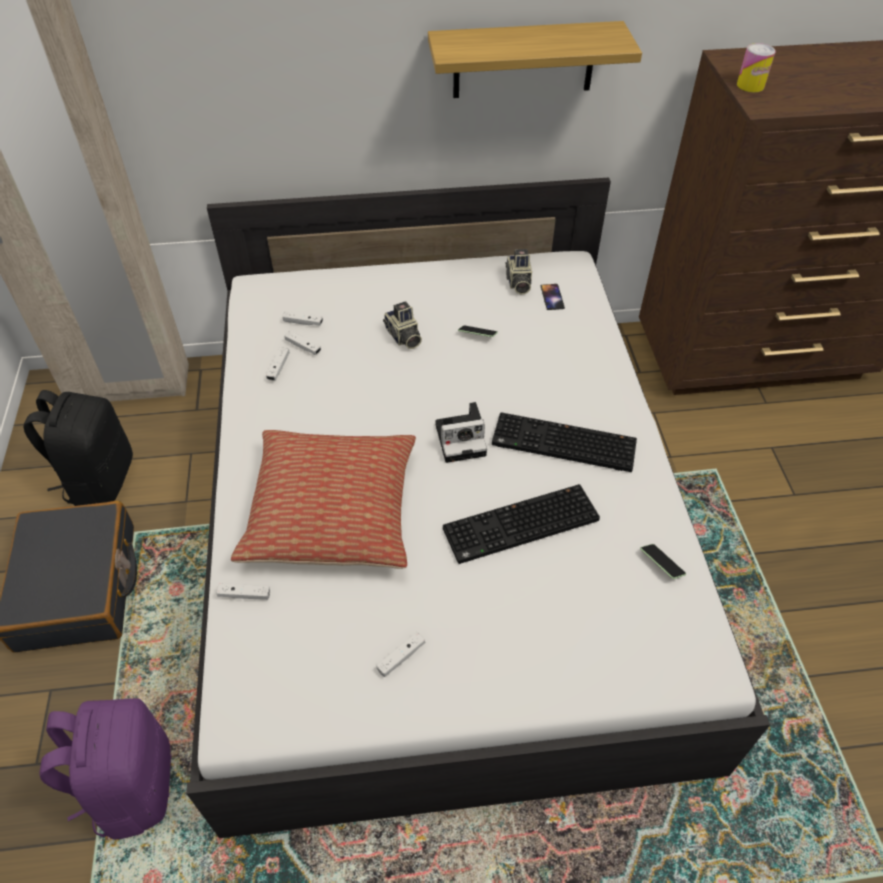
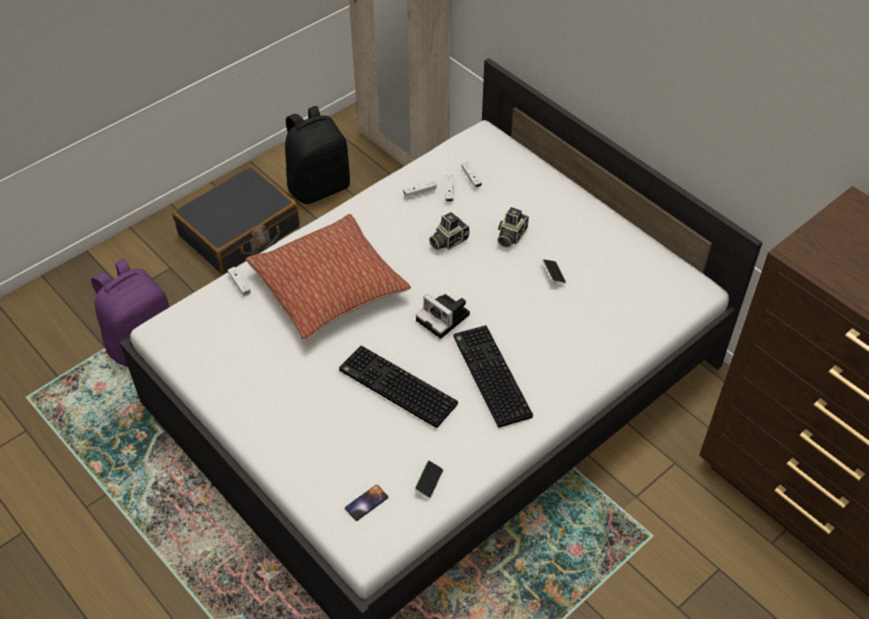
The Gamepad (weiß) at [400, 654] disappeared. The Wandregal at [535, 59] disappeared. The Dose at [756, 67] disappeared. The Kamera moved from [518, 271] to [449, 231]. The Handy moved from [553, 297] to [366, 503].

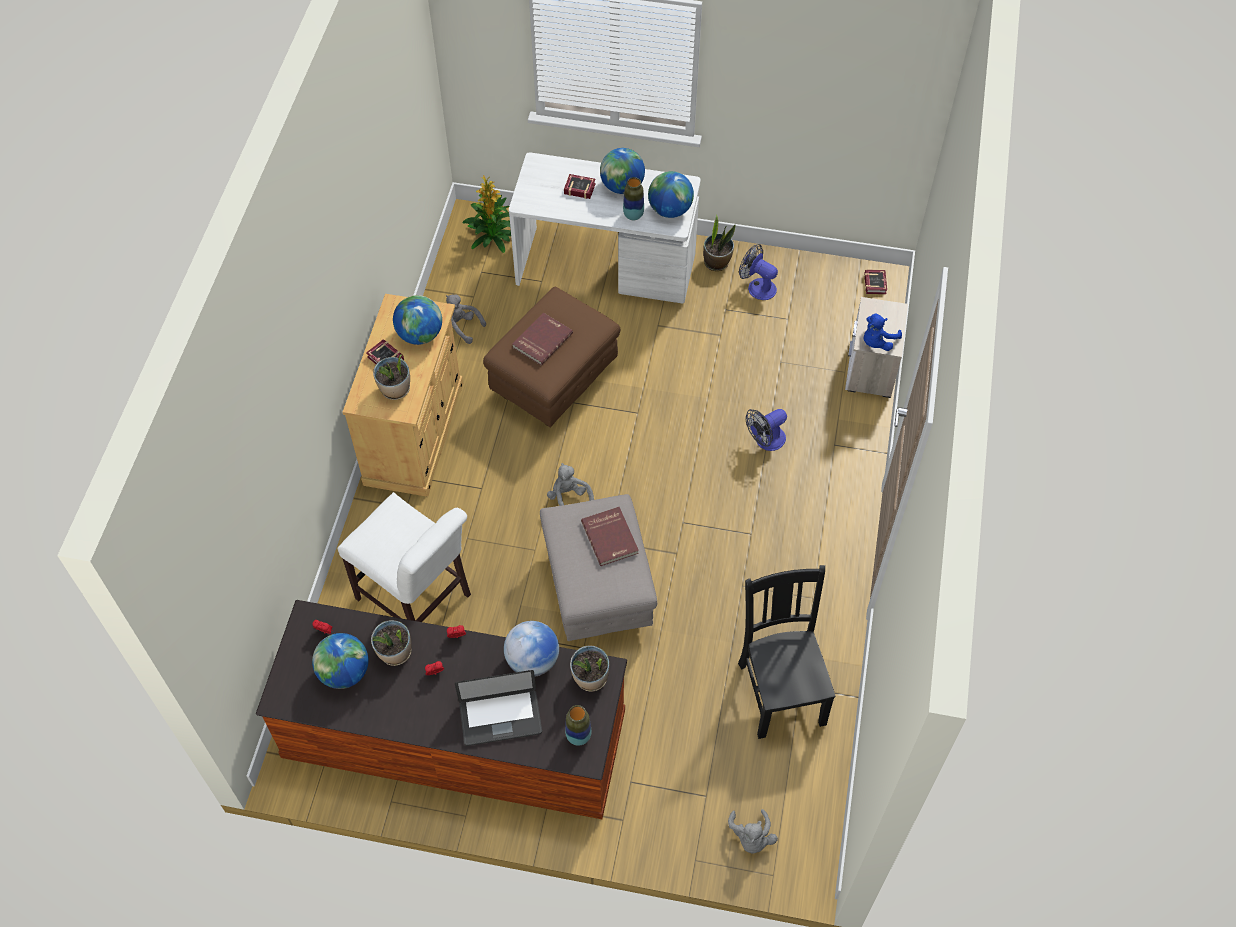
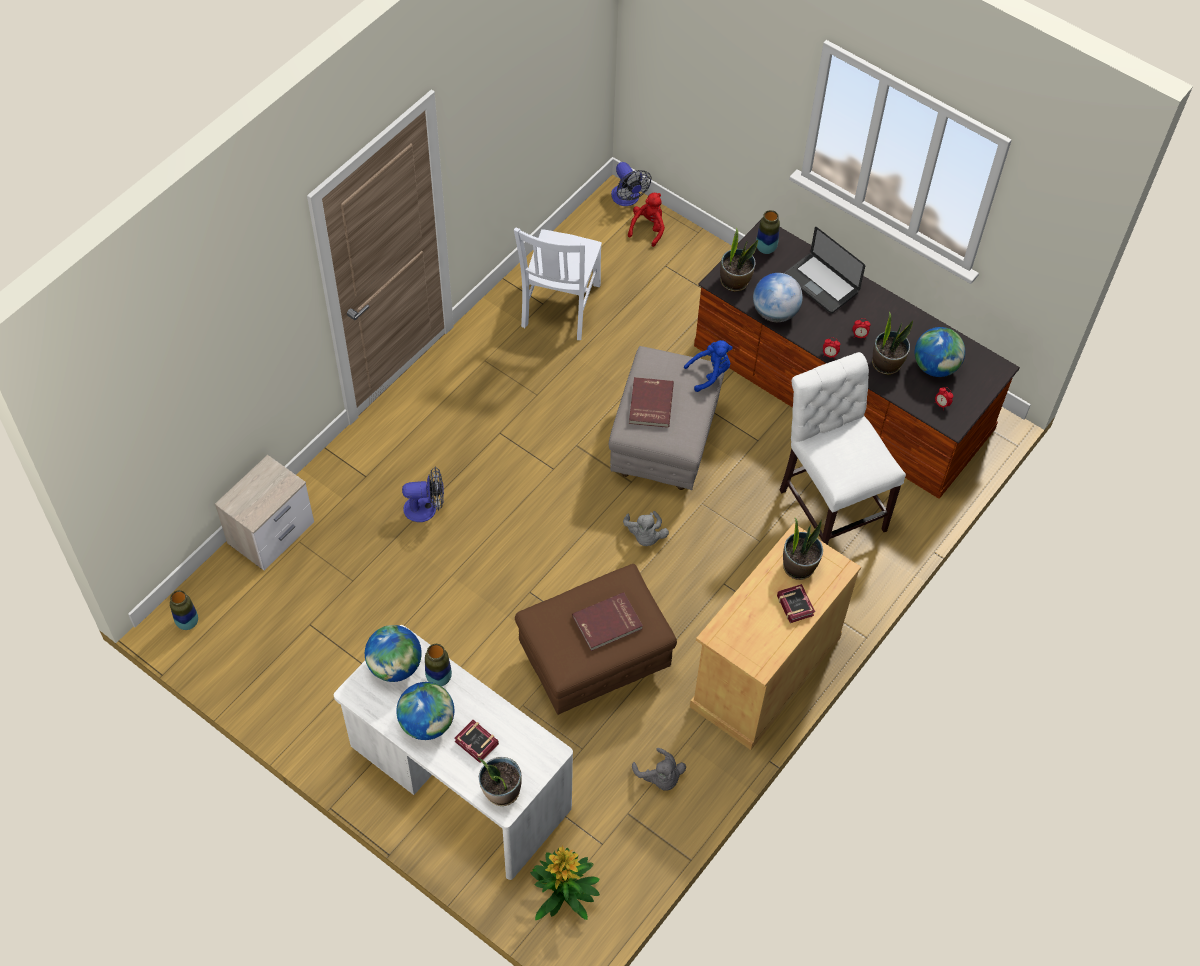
The Globus at [417, 320] disappeared. The Topfpflanze moved from [719, 243] to [500, 781]. The Ventilator moved from [758, 272] to [631, 184]. The Plüschtier (blau) moved from [883, 332] to [708, 366]. The Buch at [875, 282] was replaced by the Vase at [184, 610]. The Plüschtier (grau) at [753, 831] became the Plüschtier (rot) at [646, 220]. The Stuhl (schwarz) at [786, 652] became the Stuhl (weiß) at [558, 283]. The Laptop at [498, 708] turned 150 degrees counterclockwise.

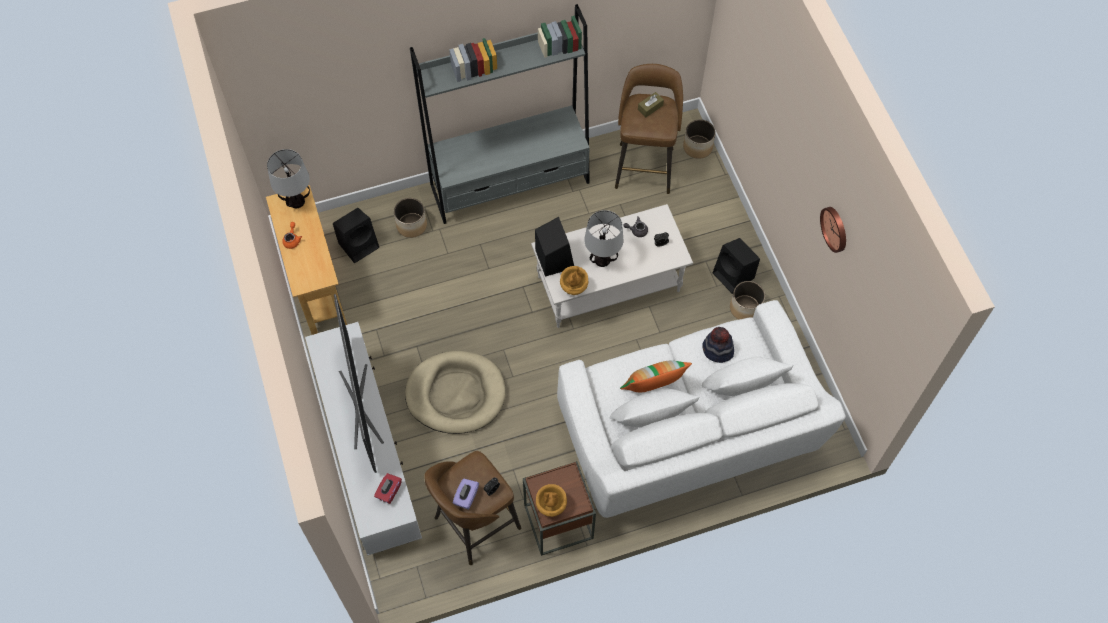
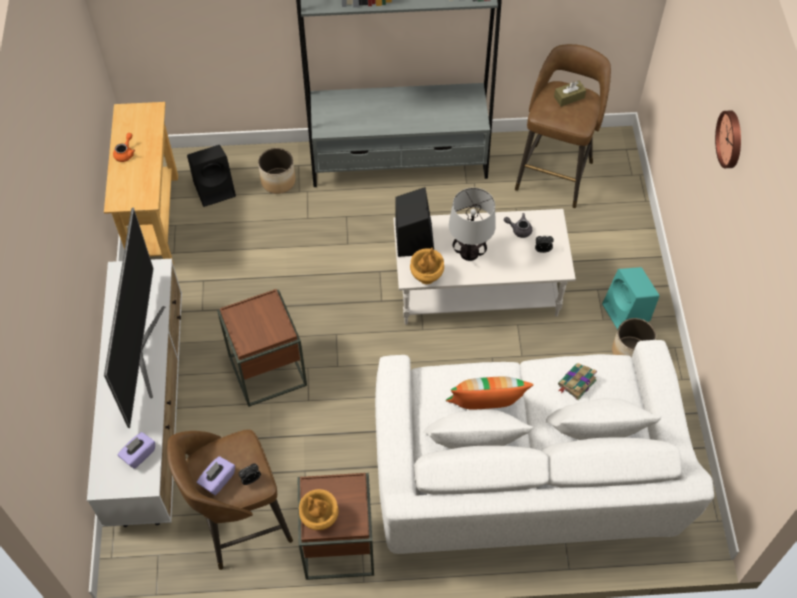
The Tischlampe at [288, 178] disappeared. The Pflanzkübel at [699, 139] disappeared. The Wanduhr moved from [833, 230] to [728, 139]. The Hundebett (beige) at [455, 392] was replaced by the Beistelltisch (braun) at [262, 348]. The Hut at [718, 345] was replaced by the Buch at [577, 381]. The Taschentuchbox (rot) at [388, 488] became the Taschentuchbox (lila) at [136, 450]. The Lautsprecher (schwarz) at [736, 266] became the Lautsprecher (türkis) at [630, 298].

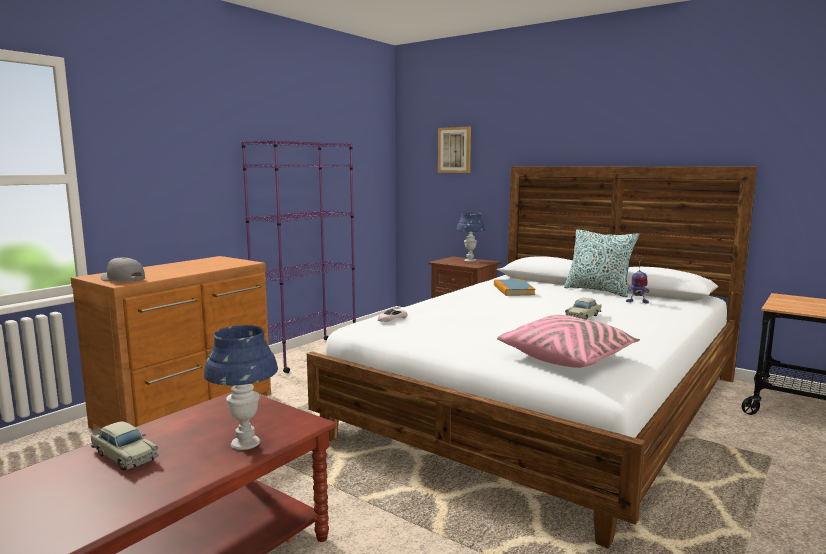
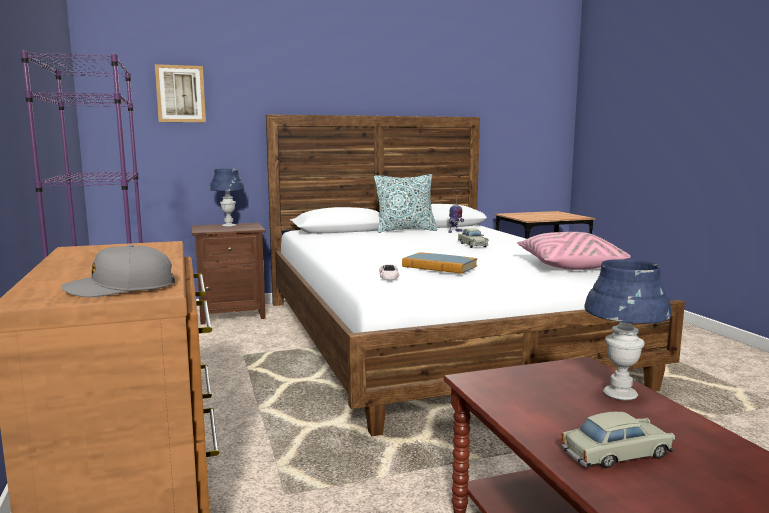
The Buch moved from [515, 287] to [439, 263].

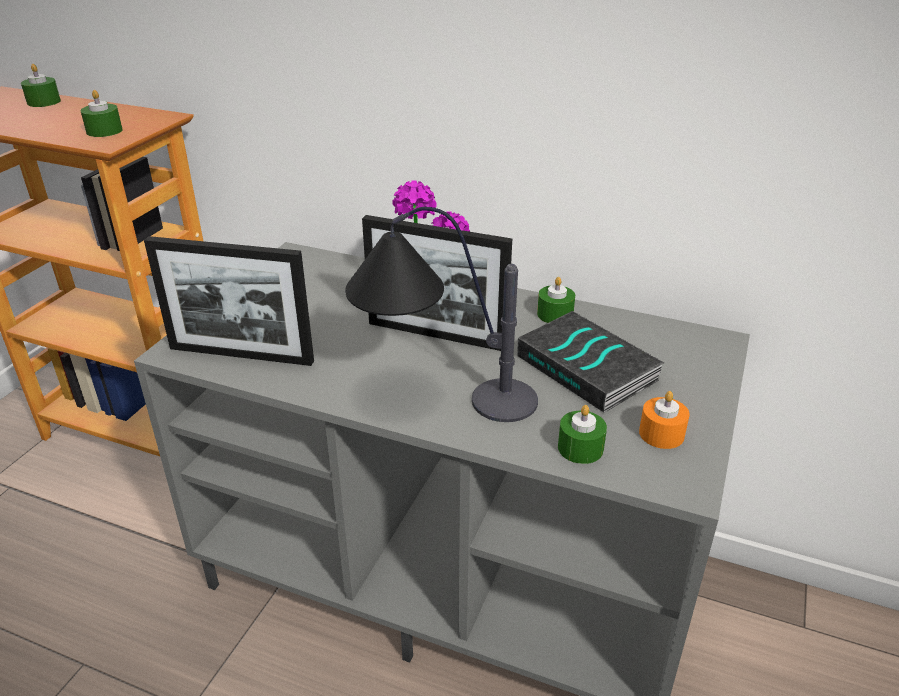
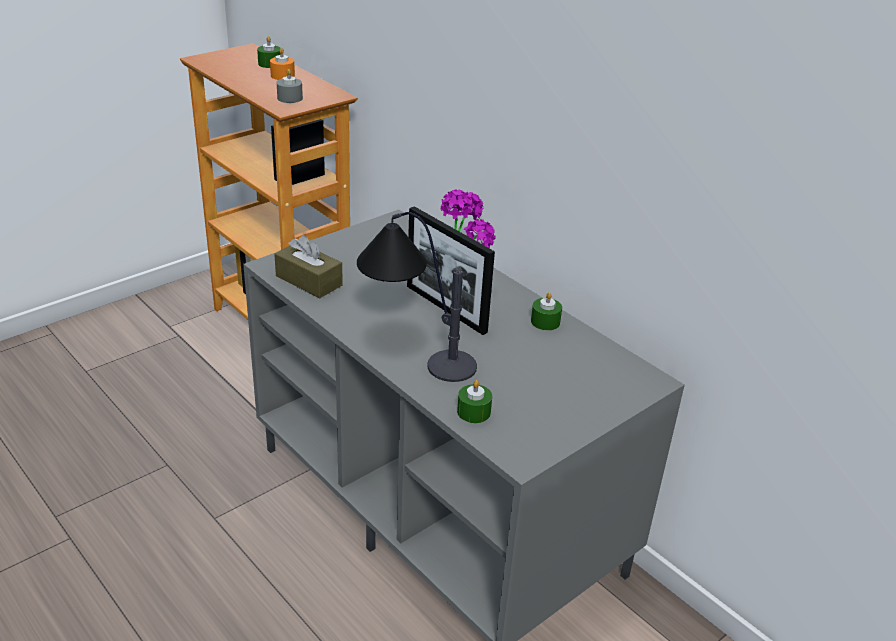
The Buch at [590, 362] disappeared. The Kerze (orange) moved from [664, 420] to [282, 64]. The Bilderrahmen at [229, 301] was replaced by the Taschentuchbox (braun) at [308, 266]. The Kerze (grün) at [101, 113] became the Kerze (grau) at [290, 86].

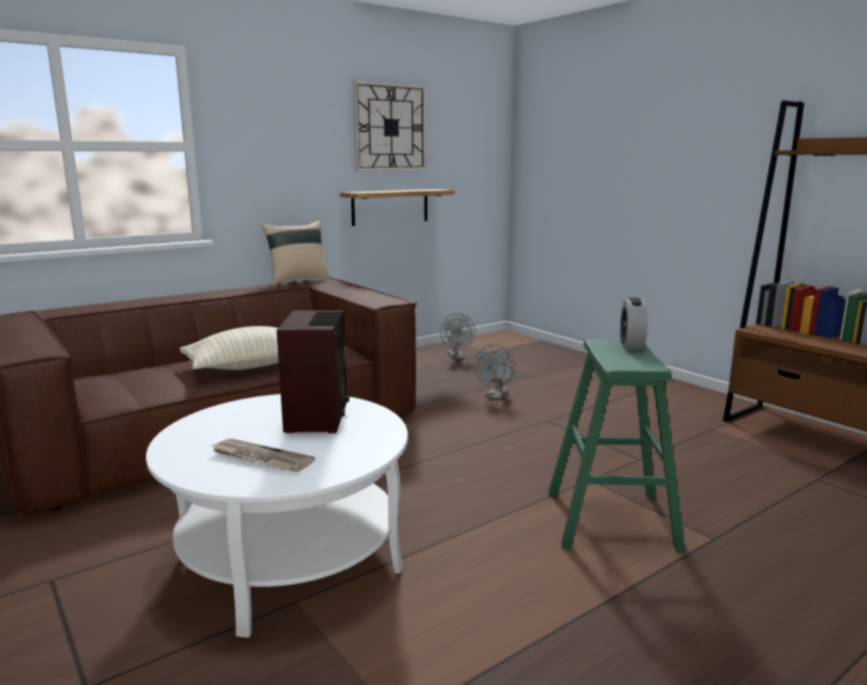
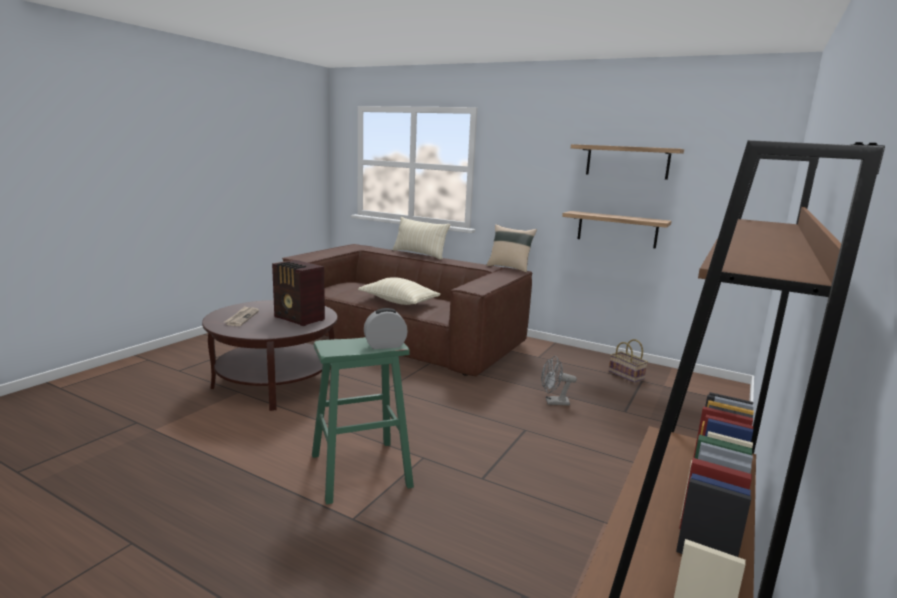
The Kissen (beige) at [421, 238] appeared. The Wanduhr at [389, 125] was replaced by the Wandregal at [627, 162]. The Ventilator (grau) at [458, 336] was replaced by the Korb at [628, 360]. The Couchtisch (weiß) at [277, 516] became the Couchtisch (braun) at [270, 355]. The Radio at [313, 371] turned 60 degrees clockwise.

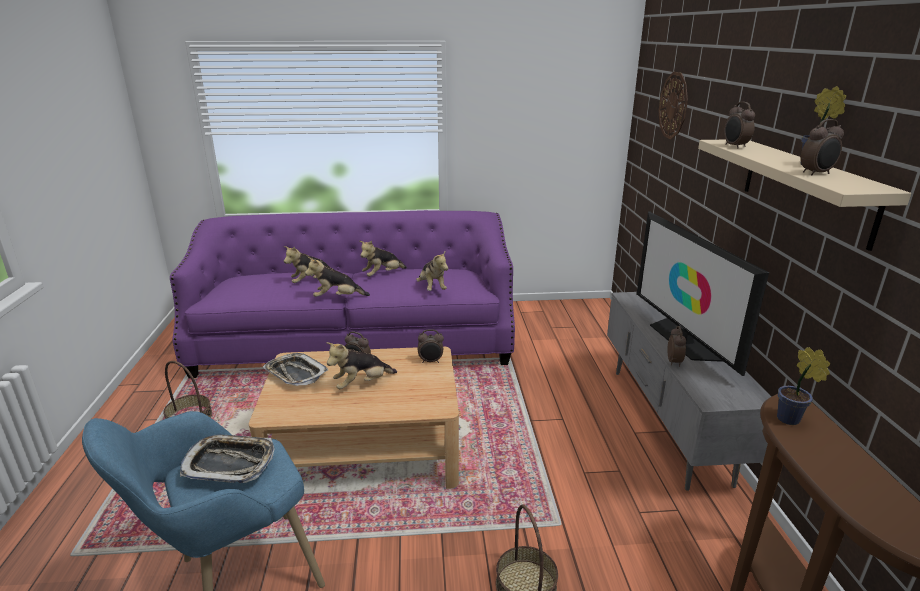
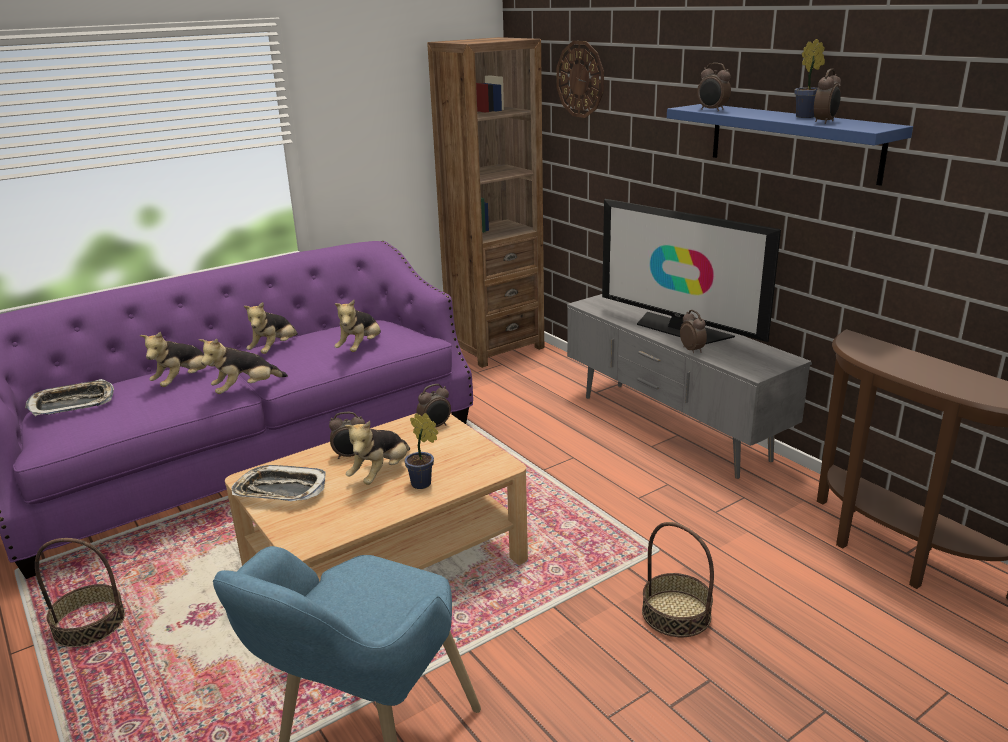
The Bücherregal (braun) at [485, 202] appeared. The Tablett moved from [227, 458] to [69, 397]. The Topfpflanze moved from [803, 386] to [421, 451]. The Wandregal (beige) at [804, 195] became the Wandregal (blau) at [790, 145]. The Plüschtier at [432, 271] turned 75 degrees clockwise.

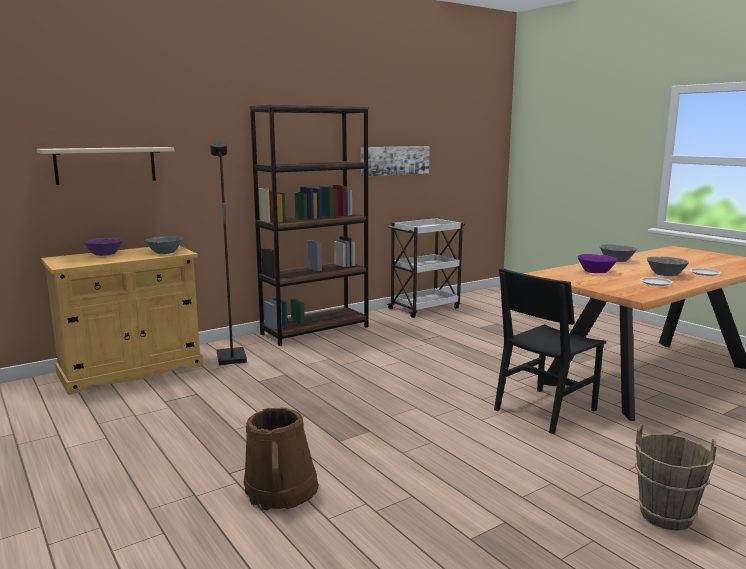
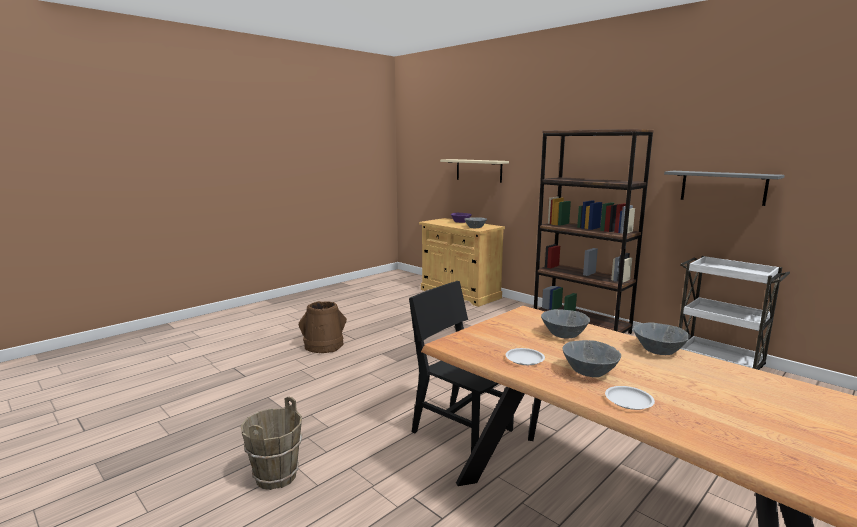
The Stehlampe (schwarz) at [228, 253] disappeared. The Bild at [395, 161] was replaced by the Wandregal (grau) at [724, 188]. The Schüssel (lila) at [597, 263] became the Schüssel (grau) at [565, 324].

